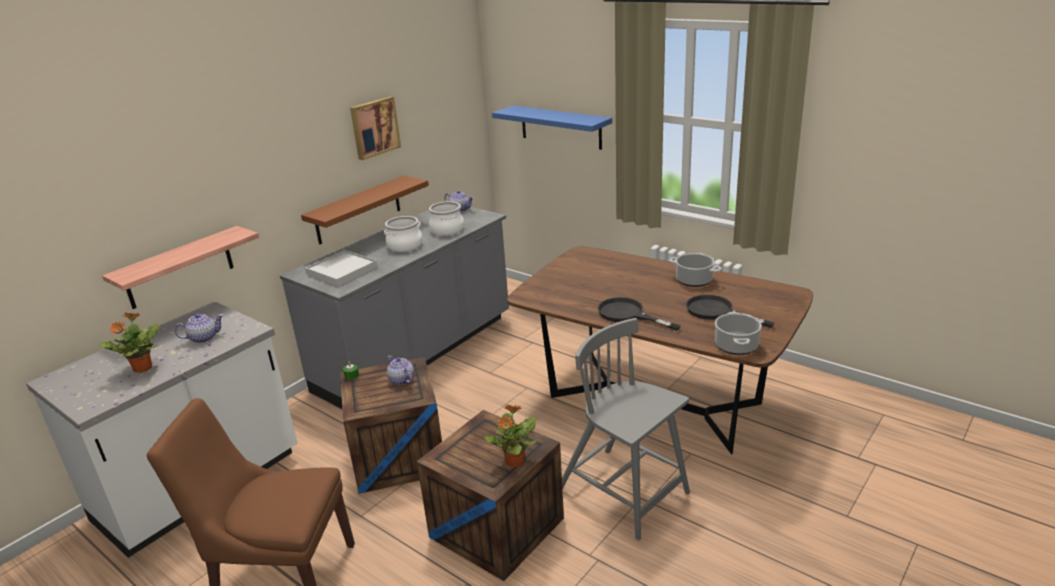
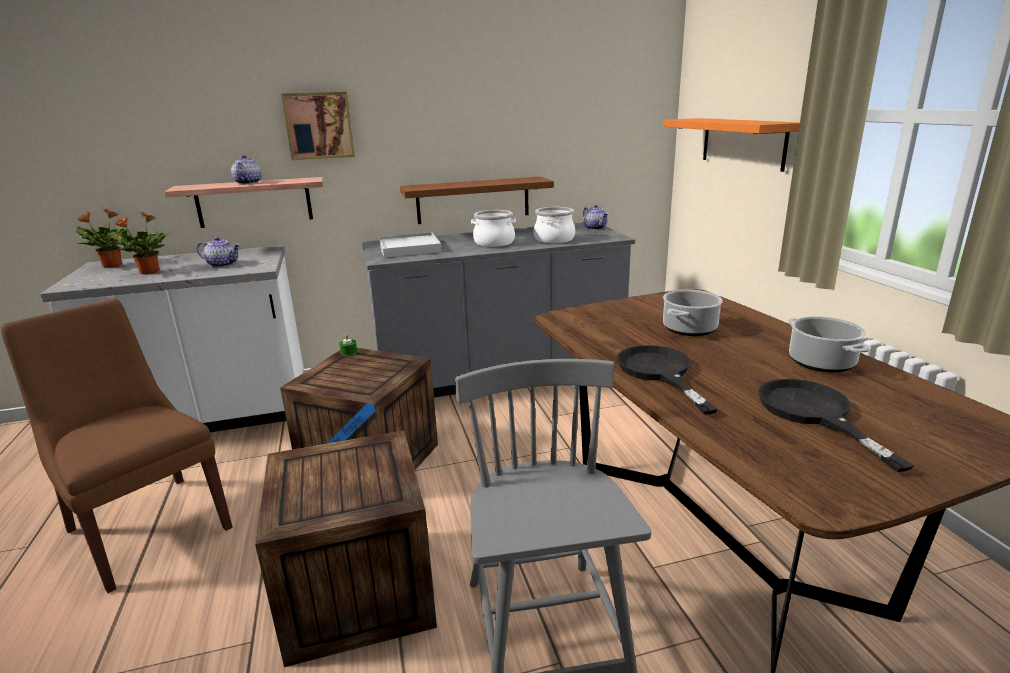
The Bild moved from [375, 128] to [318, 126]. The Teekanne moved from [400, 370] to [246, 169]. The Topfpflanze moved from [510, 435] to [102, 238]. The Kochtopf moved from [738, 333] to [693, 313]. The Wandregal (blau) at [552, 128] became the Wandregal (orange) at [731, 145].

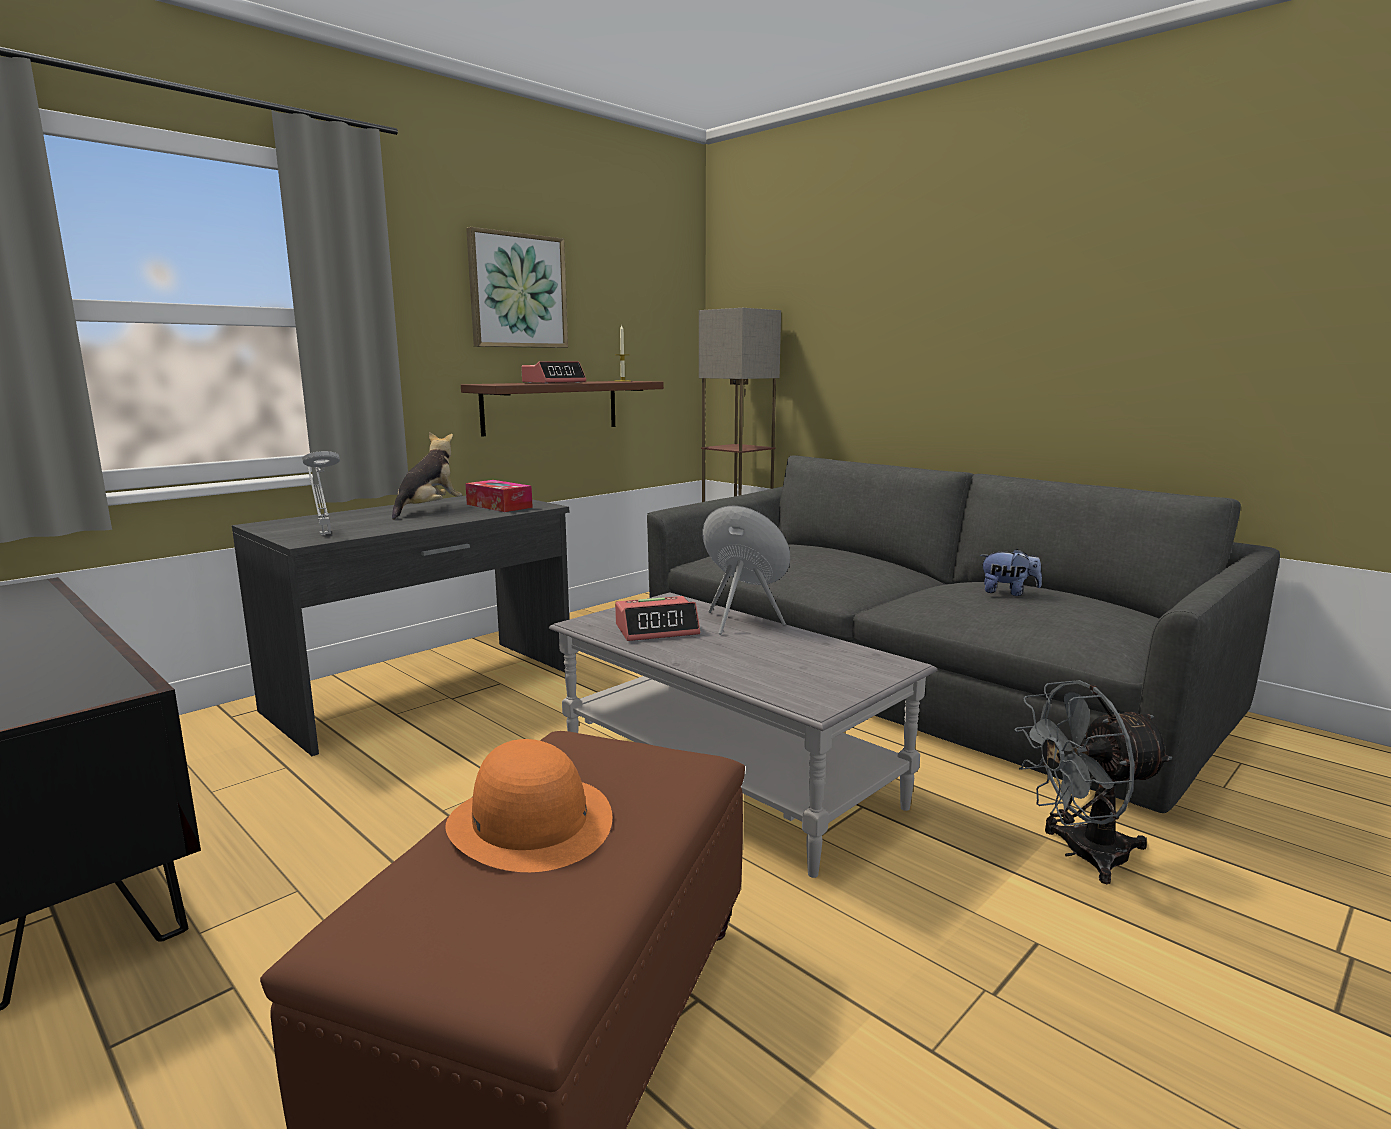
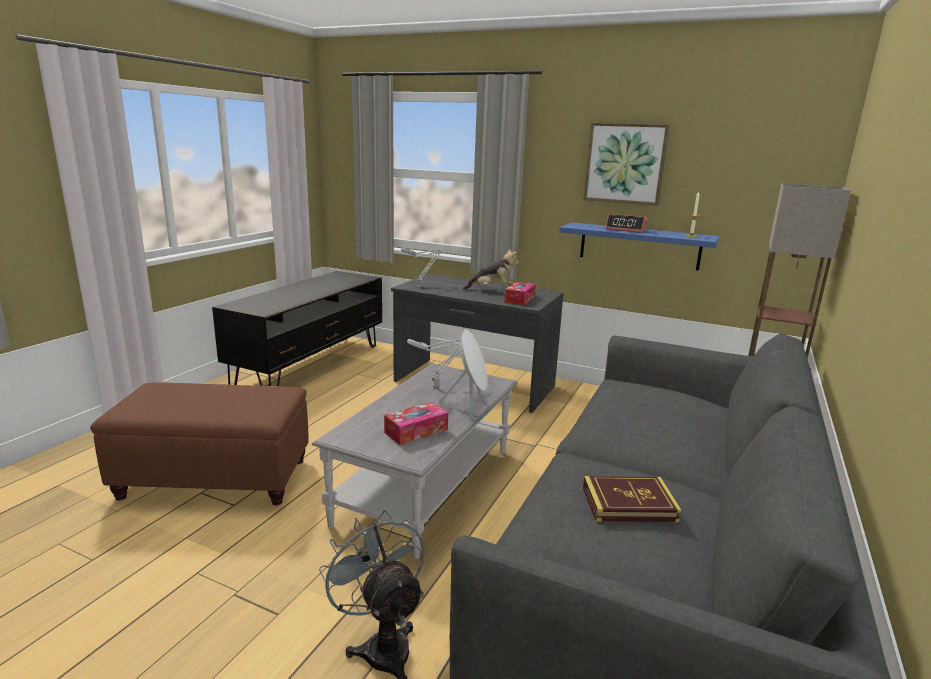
The Hut (orange) at [528, 805] disappeared. The Taschentuchbox at [416, 423] appeared. The Wecker at [657, 618] was replaced by the Tischlampe (grau) at [434, 363]. The Plüschtier at [1011, 572] was replaced by the Buch at [632, 499]. The Wandregal (braun) at [562, 409] became the Wandregal (blau) at [639, 246].

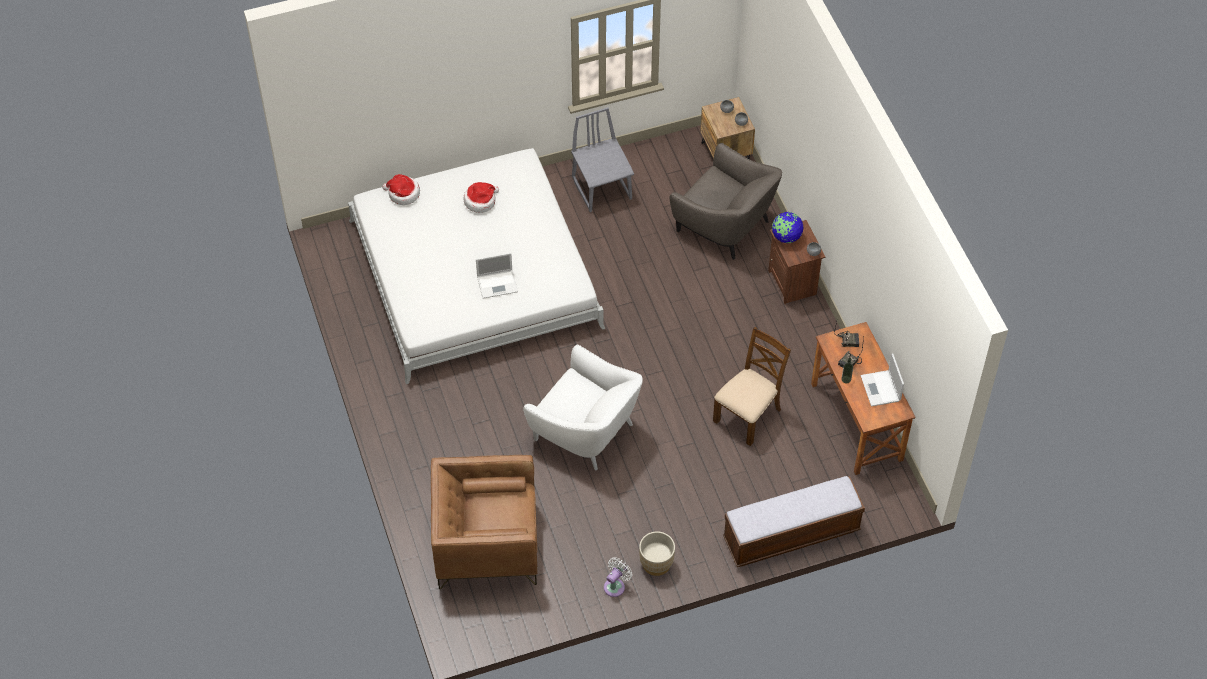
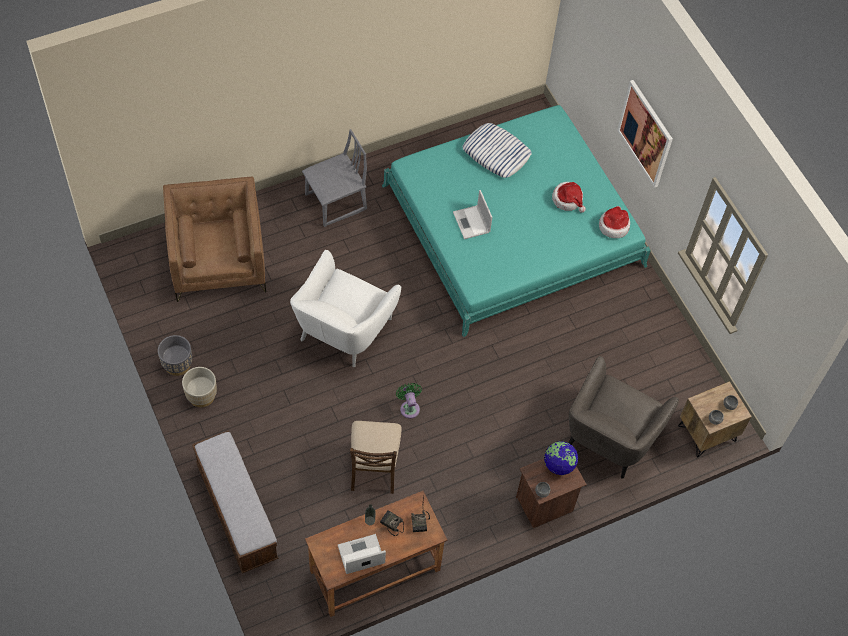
The Ventilator (grün) at [409, 400] appeared. The Kissen at [497, 150] appeared. The Bild at [645, 134] appeared. The Hut moved from [401, 189] to [614, 222]. The Stuhl (grau) moved from [602, 159] to [334, 178]. The Ventilator (weiß) at [618, 577] was replaced by the Pflanzkübel (grau) at [175, 355]. The Bett (weiß) at [476, 266] became the Bett (türkis) at [516, 221]. The Stuhl (braun) at [752, 386] turned 60 degrees clockwise.

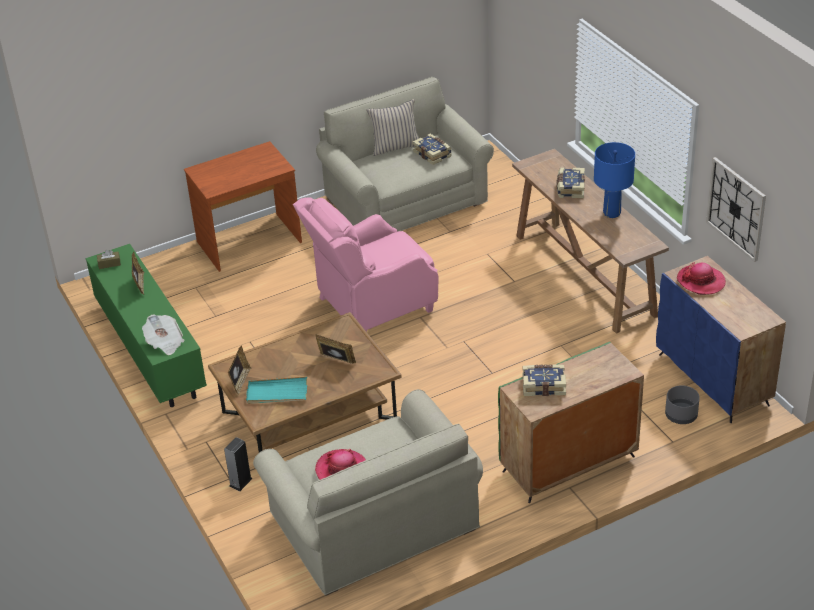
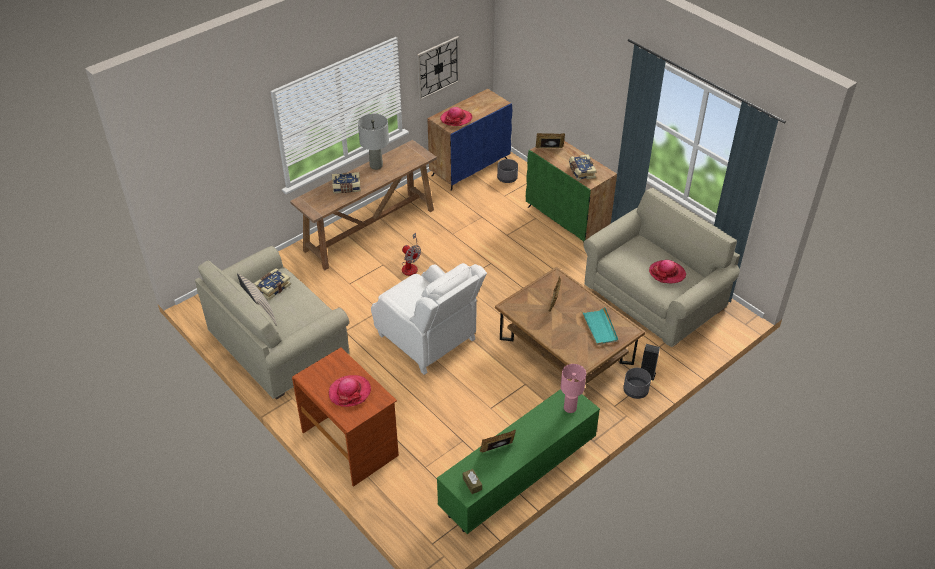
The Hut at [350, 391] appeared. The Ventilator at [411, 254] appeared. The Pflanzkübel (grau) at [637, 383] appeared. The Bilderrahmen moved from [239, 370] to [550, 140]. The Zeitung at [163, 334] was replaced by the Tischlampe (rosa) at [573, 388]. The Sessel (rosa) at [366, 264] became the Sessel (weiß) at [429, 319]. The Tischlampe (blau) at [614, 180] became the Tischlampe (grau) at [373, 142].

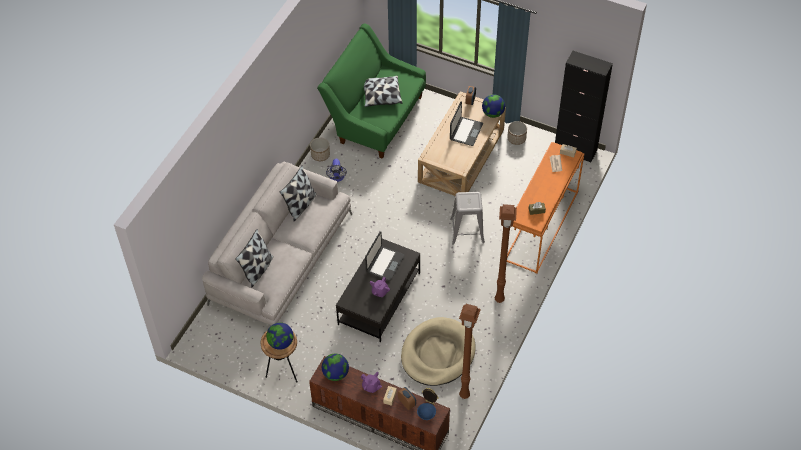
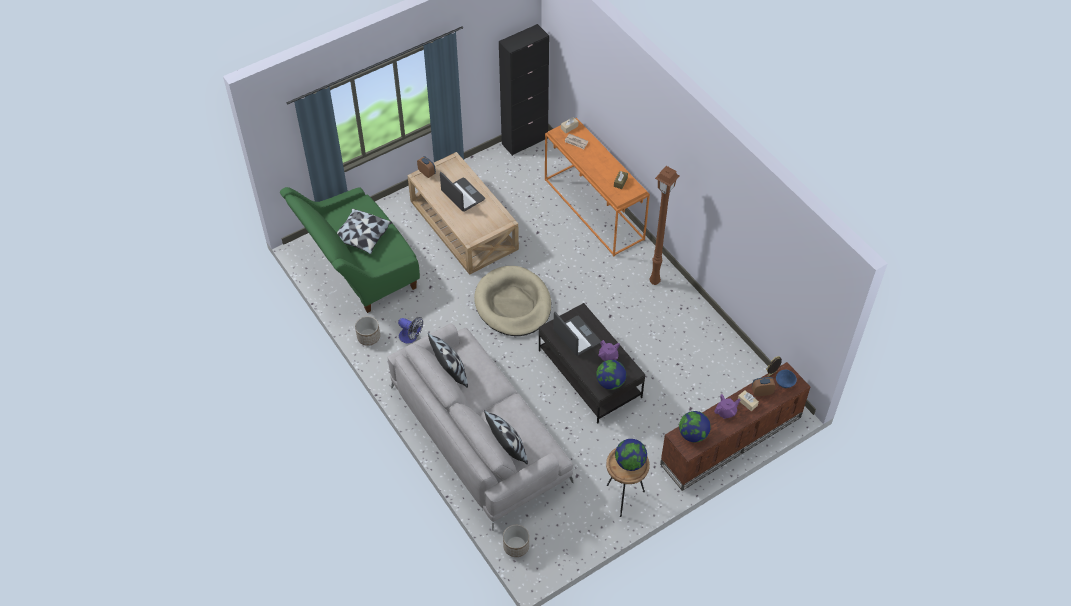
The Hocker (grau) at [467, 218] disappeared. The Stehlampe (braun) at [470, 351] disappeared. The Hundebett (beige) moved from [438, 351] to [512, 301]. The Globus moved from [493, 106] to [611, 375]. The Pflanzkübel moved from [517, 133] to [516, 541].

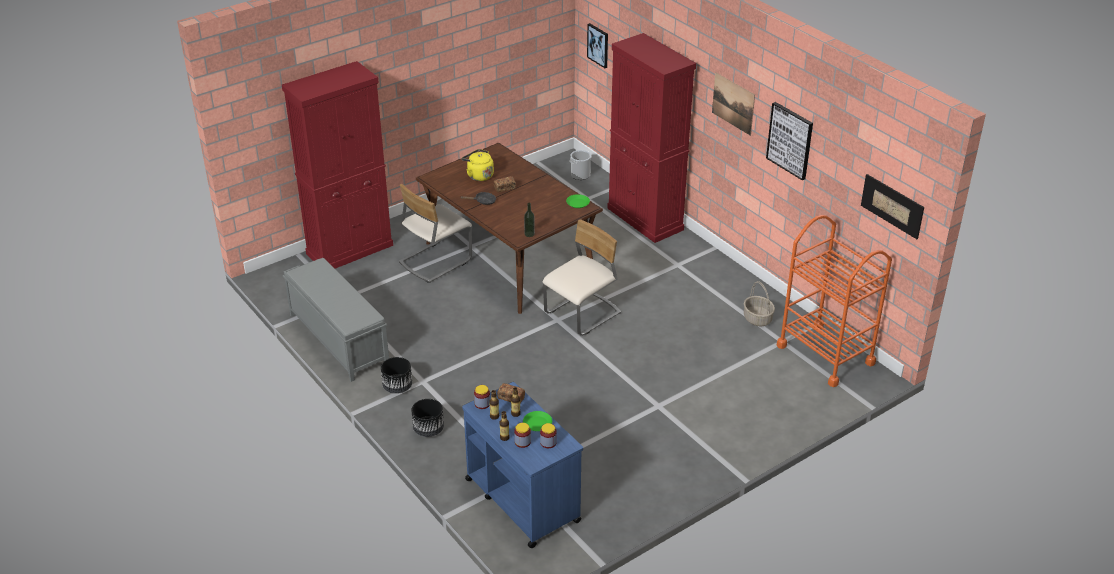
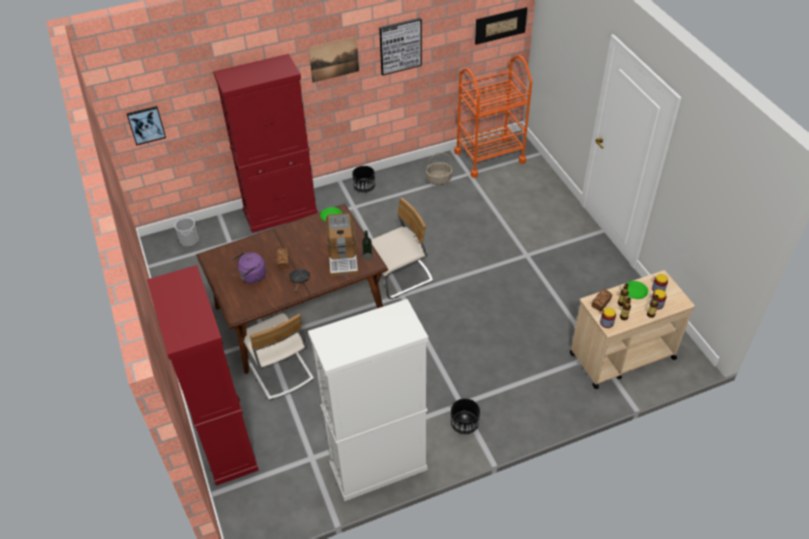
The Kaffeemaschine at [342, 245] appeared. The Pflanzkübel (schwarz) moved from [427, 418] to [363, 179]. The Bank (grau) at [336, 320] was replaced by the Schrank (weiß) at [368, 400]. The Wasserkessel (gelb) at [478, 165] became the Wasserkessel (lila) at [249, 268]. The Rollwagen (blau) at [522, 465] became the Rollwagen (beige) at [632, 329]. The Stuhl (beige) at [582, 277] turned 90 degrees clockwise.

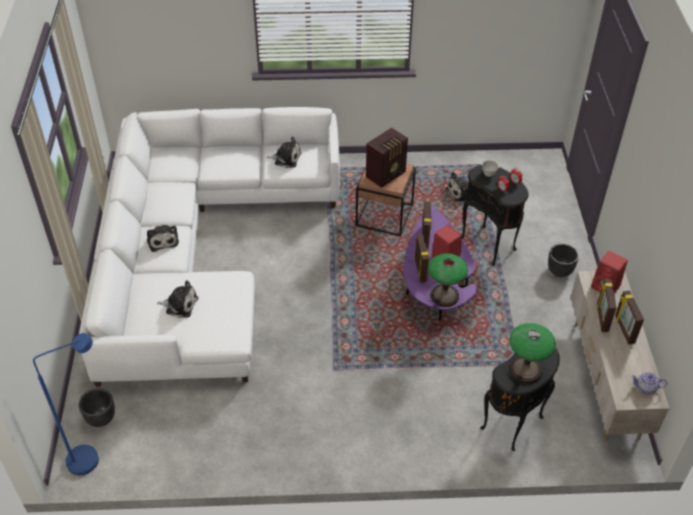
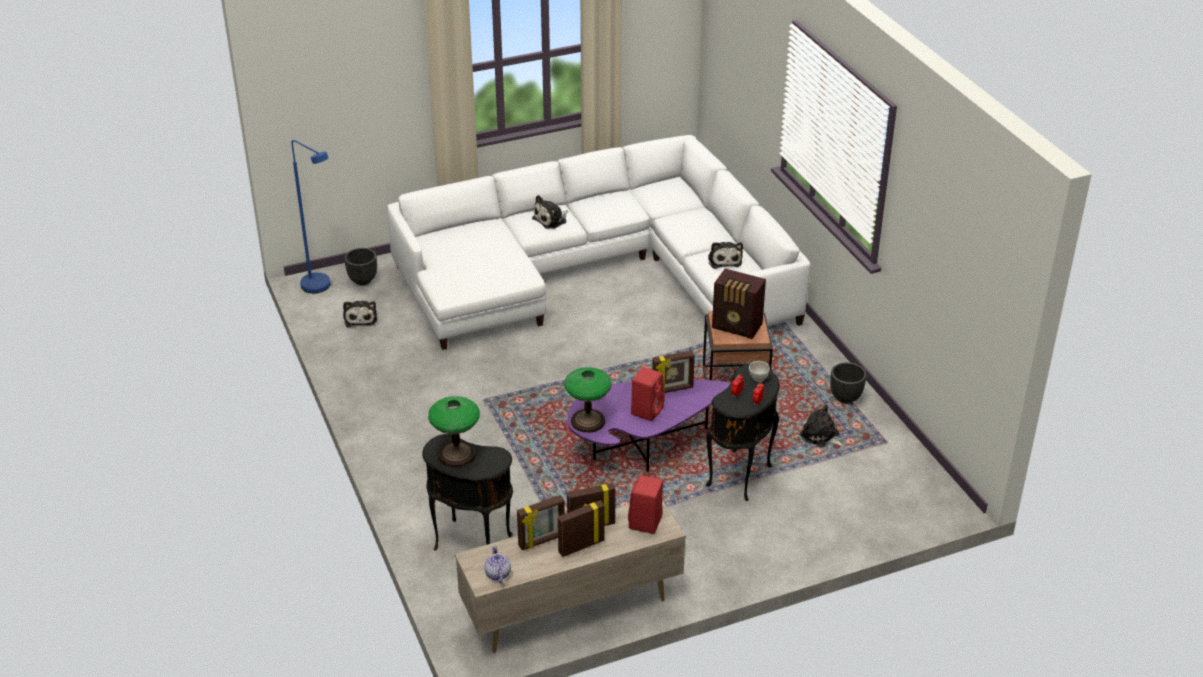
The Plüschtier moved from [177, 299] to [360, 314]. The Bilderrahmen moved from [422, 258] to [541, 522]. The Pflanzkübel (schwarz) moved from [563, 260] to [848, 382].

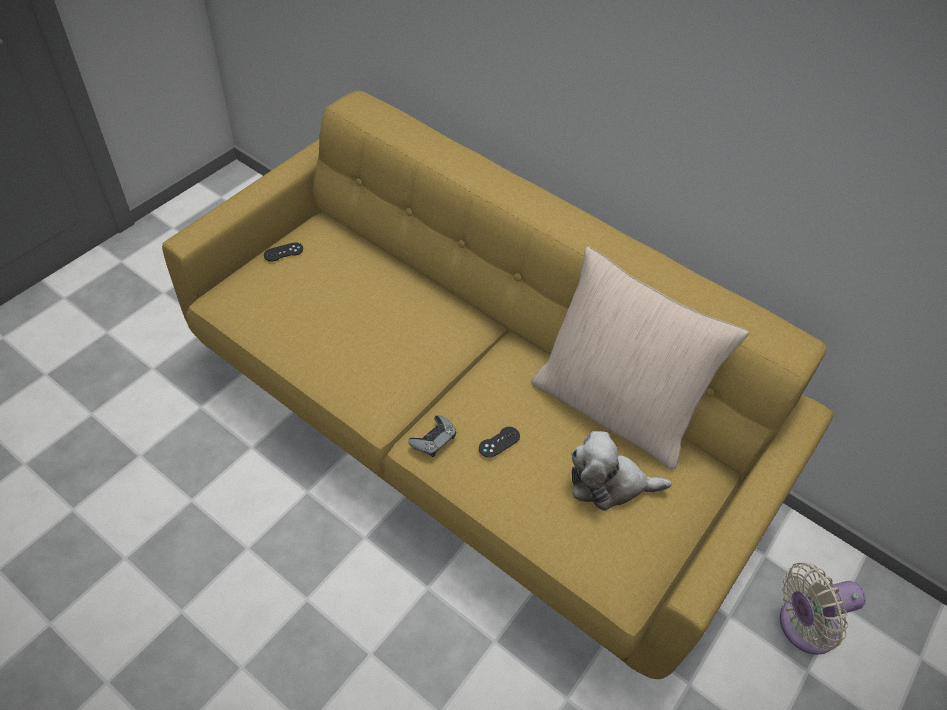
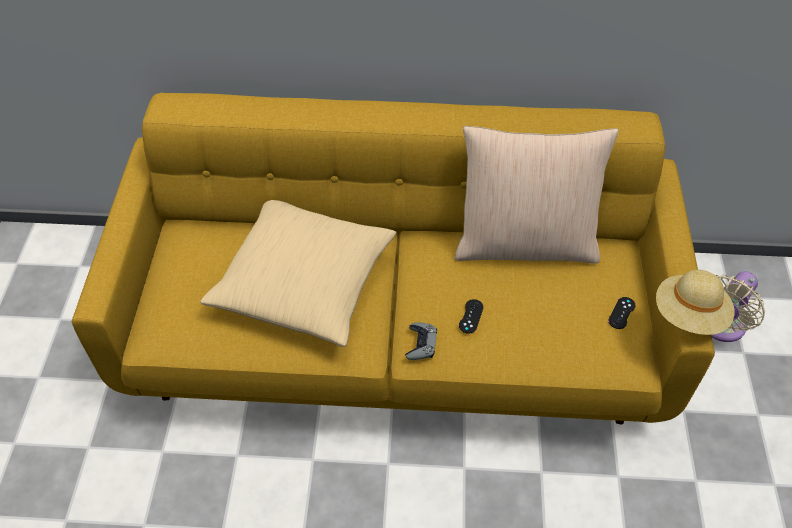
The Plüschtier at [621, 471] disappeared. The Kissen (beige) at [298, 273] appeared. The Hut (beige) at [695, 302] appeared. The Gamepad (schwarz) moved from [283, 251] to [622, 313].

